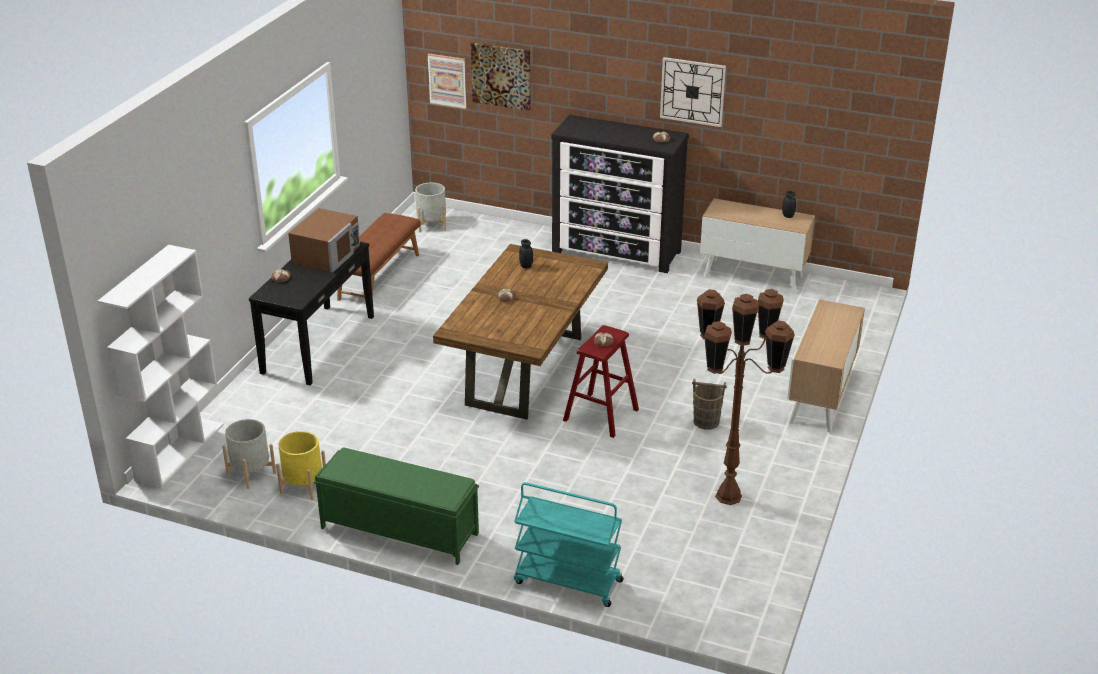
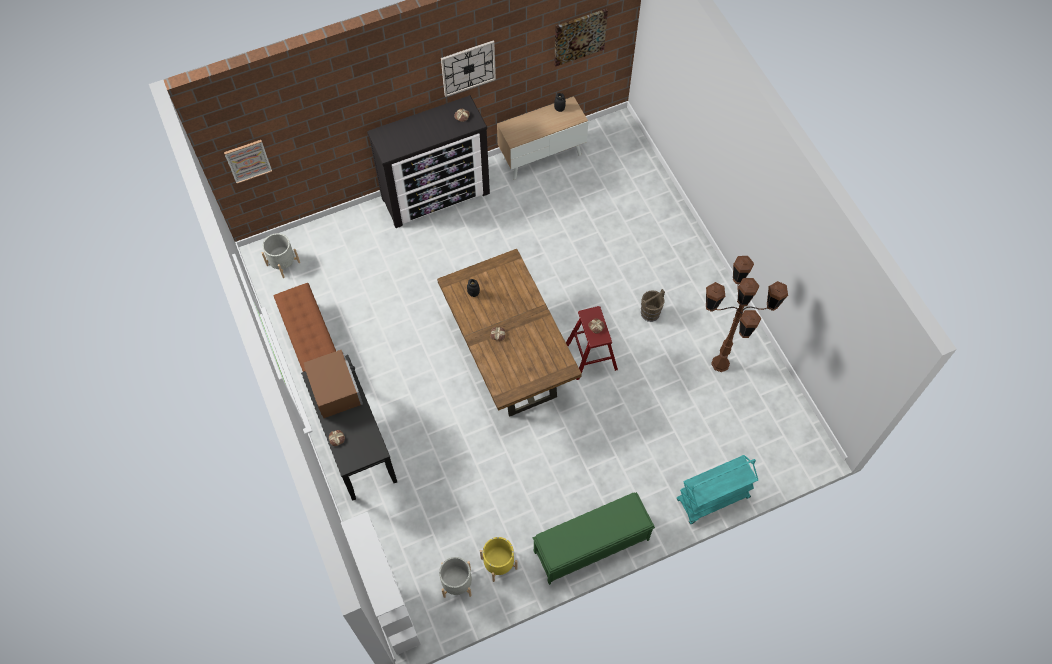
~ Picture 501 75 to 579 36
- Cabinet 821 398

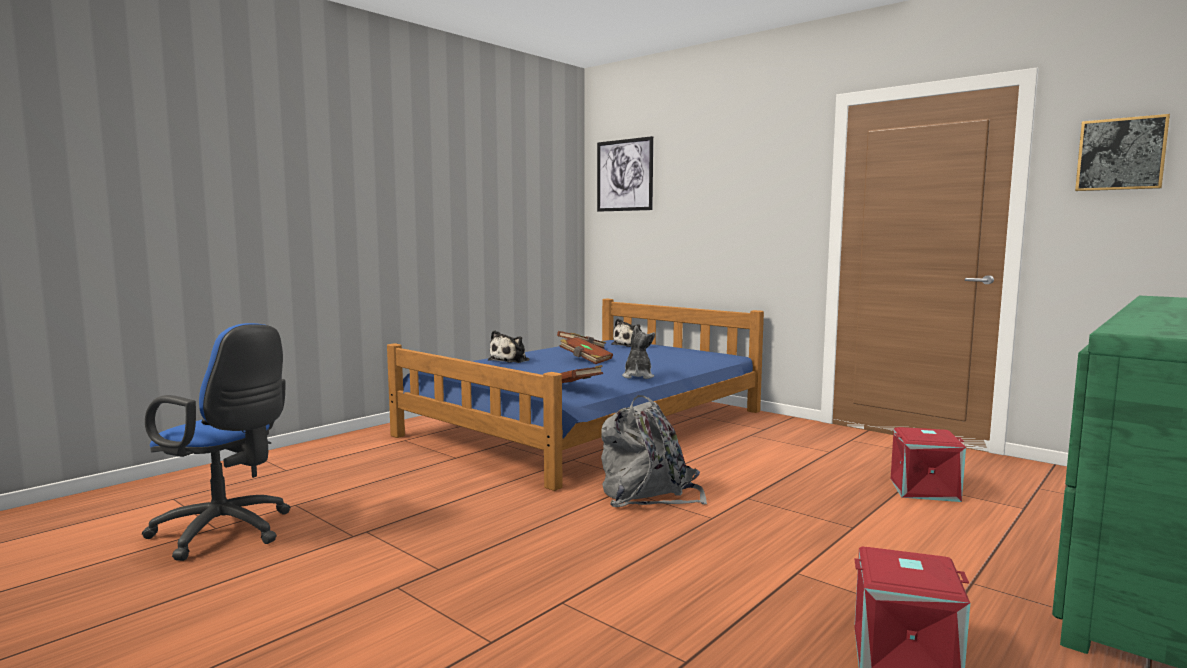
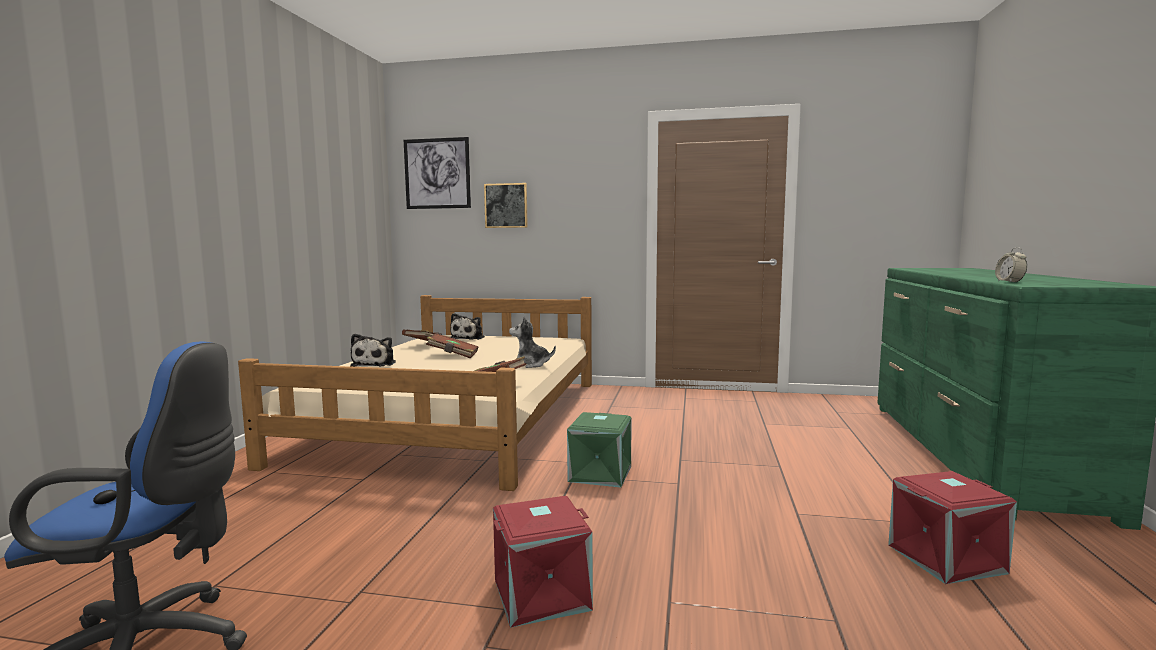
~ BluishBedroomBed 587 423 to BeigeColouredBedroomBed 458 419
~ Picture 1121 154 to 506 205
~ RedColouredStorageBox 924 489 to 542 593
~ SoftToy 637 376 = 530 365 60 degrees counterclockwise
~ GreyishRucksack 649 494 to GreenishStorageBox 601 474
+ AlarmClock 1009 282

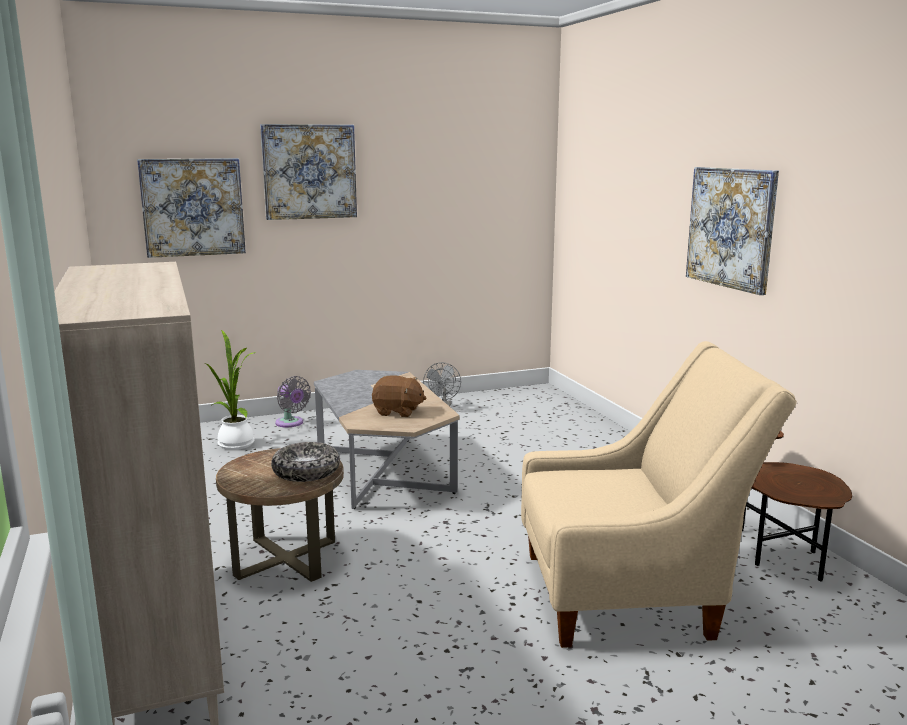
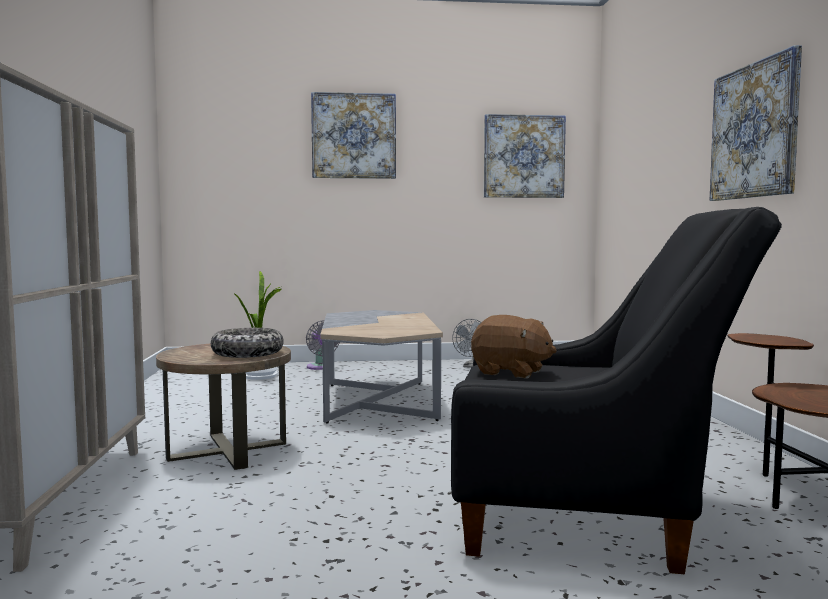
~ BeigeColouredArmchair 632 593 to BlackColouredArmchair 590 516
~ BrownishSoftToy 398 412 to 511 372
~ Picture 193 207 to 523 156

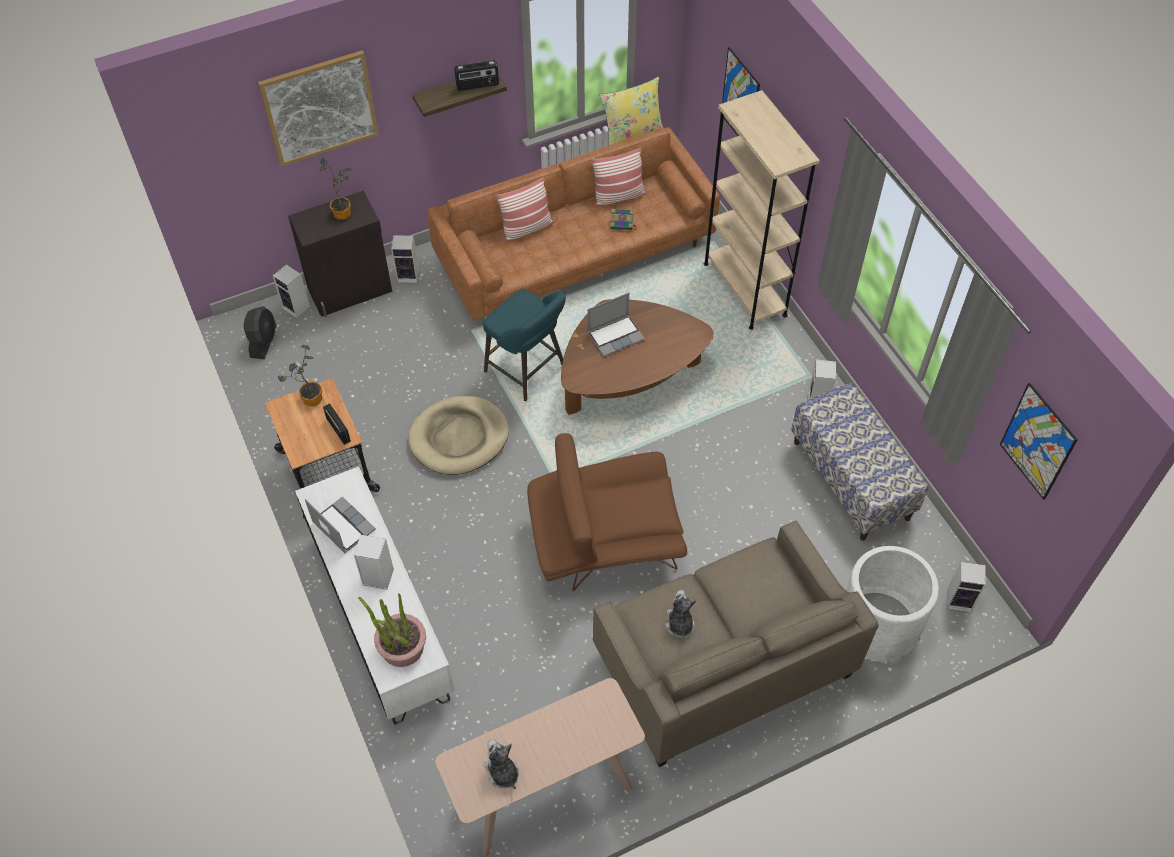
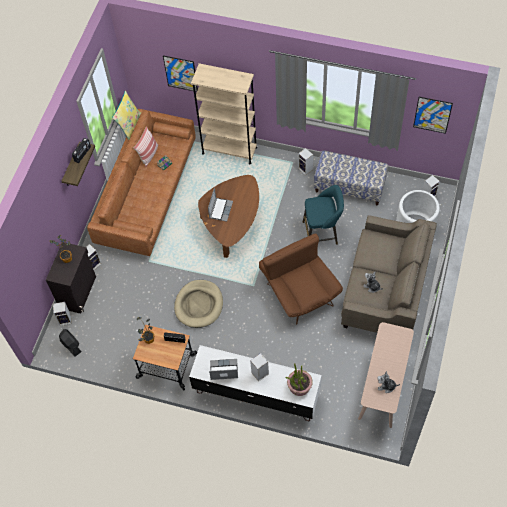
~ BrownishArmchair 605 543 = 298 290 120 degrees clockwise
~ BlueGreenStoolSeat 528 371 to 322 233
- Picture 320 108
- Cushion 526 228

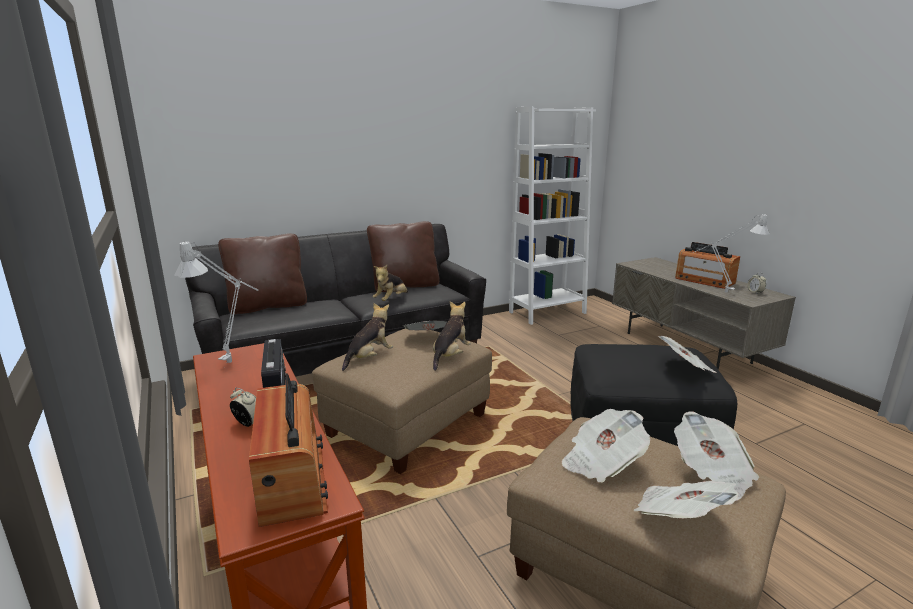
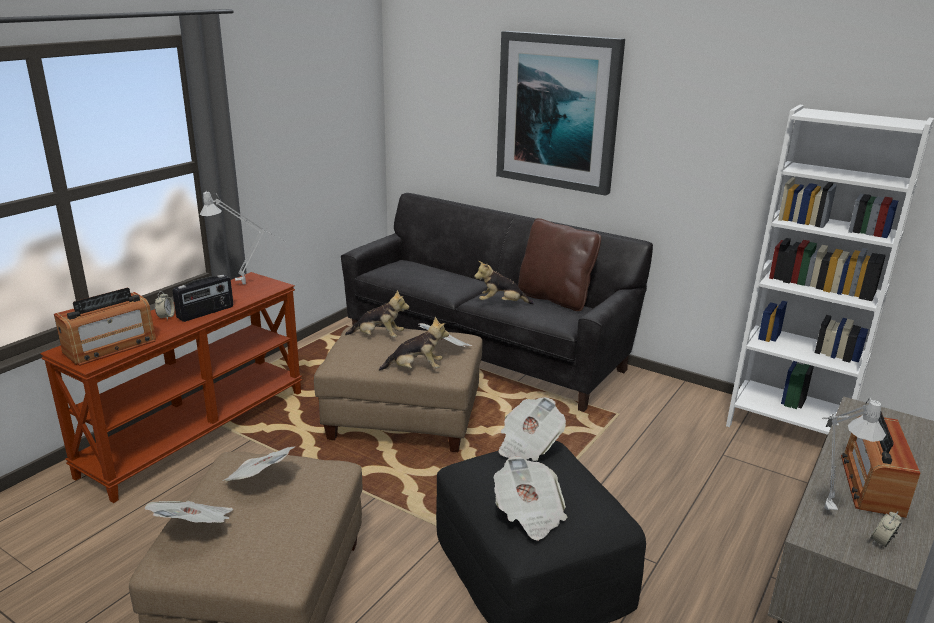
+ Picture 558 111
~ DailyPaper 712 473 to 528 445
- BrownishCushion 268 306

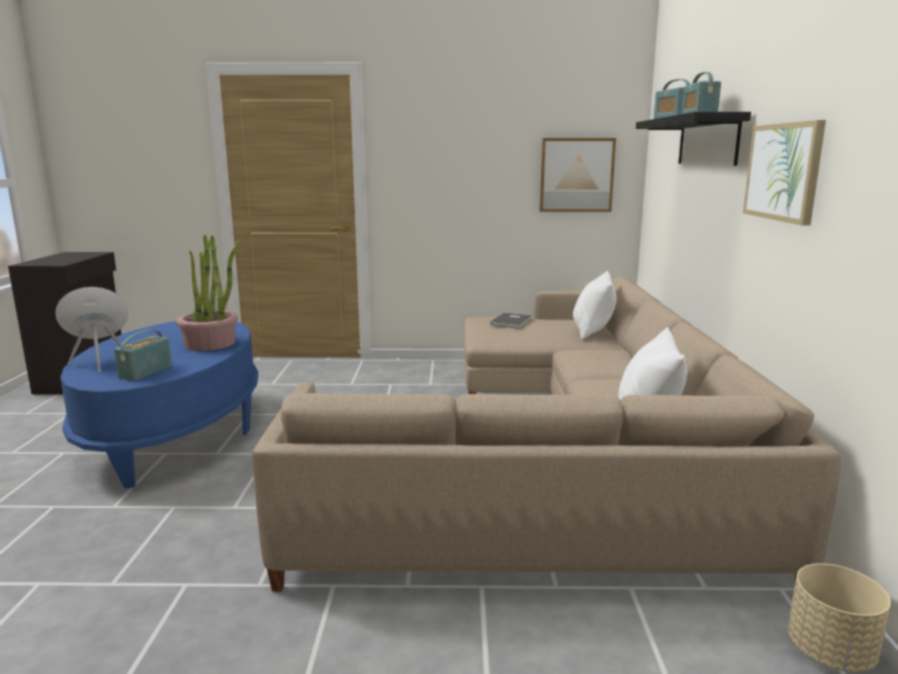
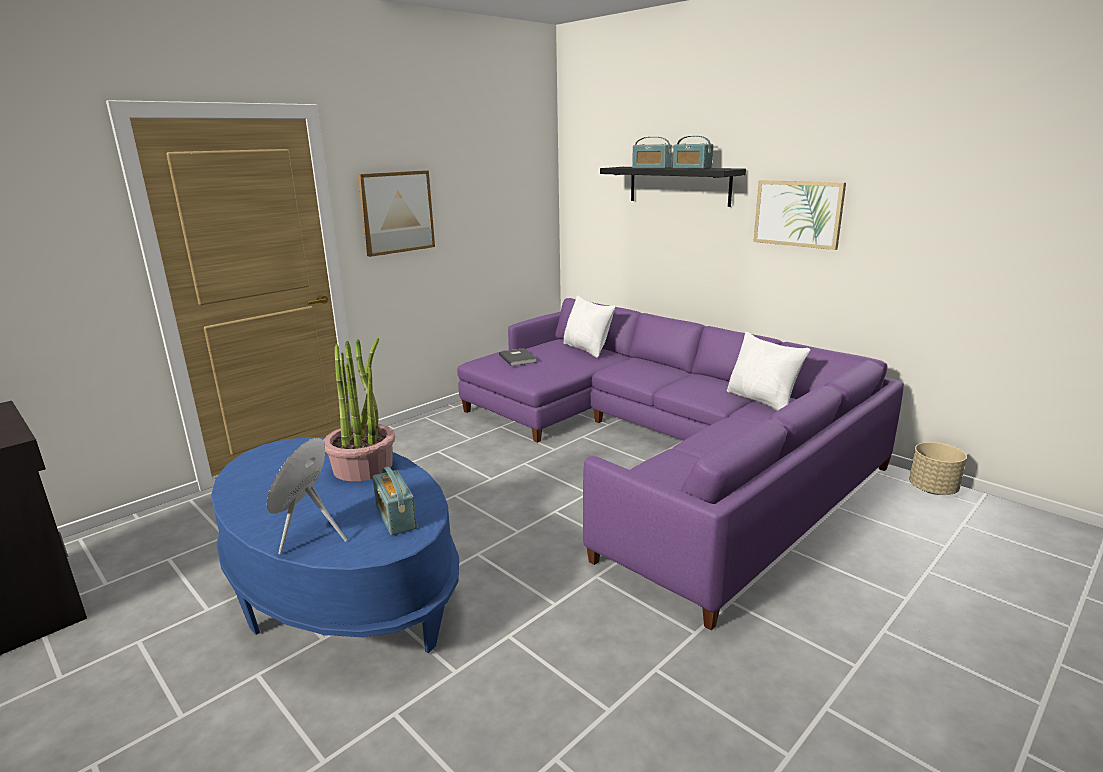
~ Picture 576 175 to 396 212
~ BeigeColouredSofa 563 451 to PurpleSofa 660 448

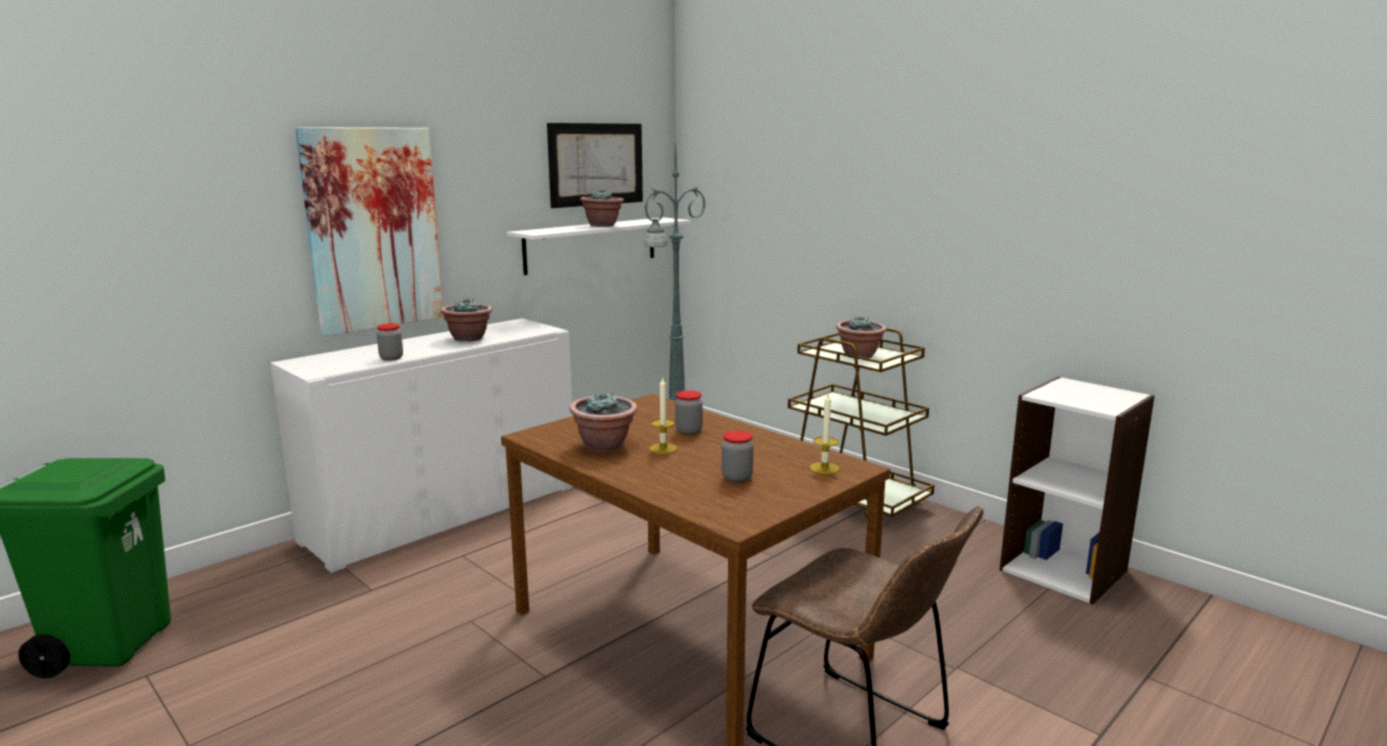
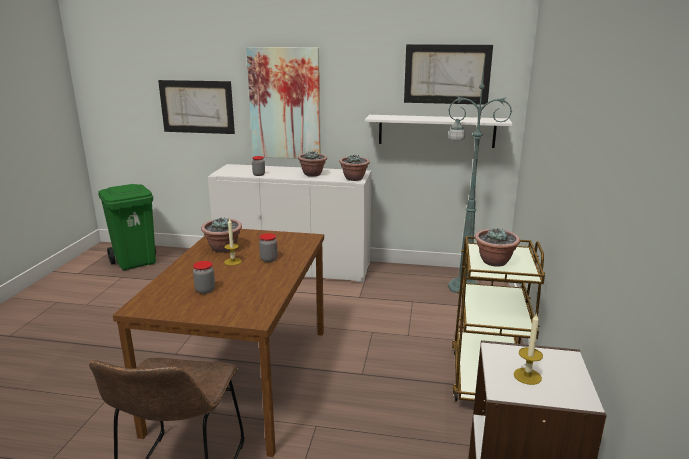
+ Picture 197 107
~ Houseplant 602 225 to 354 178
~ Candle 824 468 to 527 376

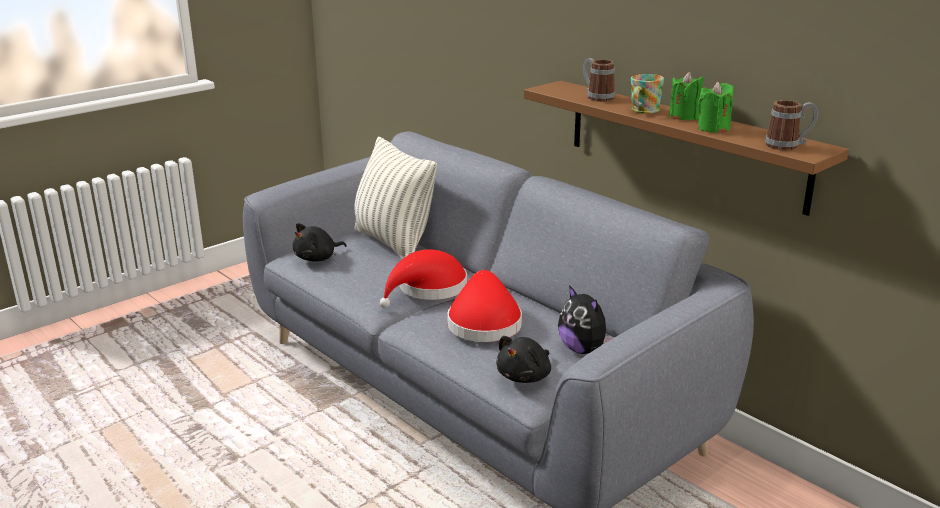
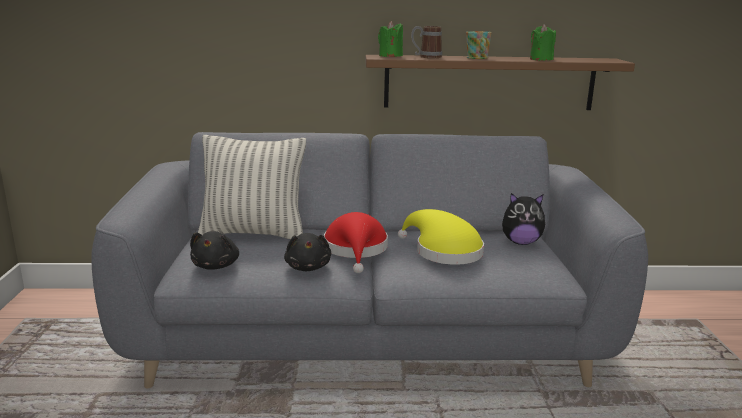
~ BlackColouredSoftToy 525 376 to 308 267
~ GreenishCandle 684 116 to 390 56
~ RedColouredClothingHat 484 322 to YellowColouredClothingHat 443 251
- TeaMug 788 146

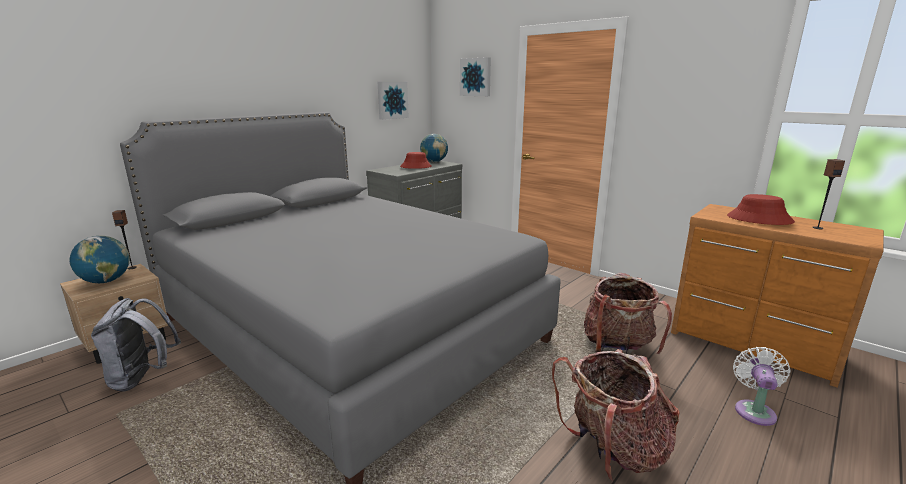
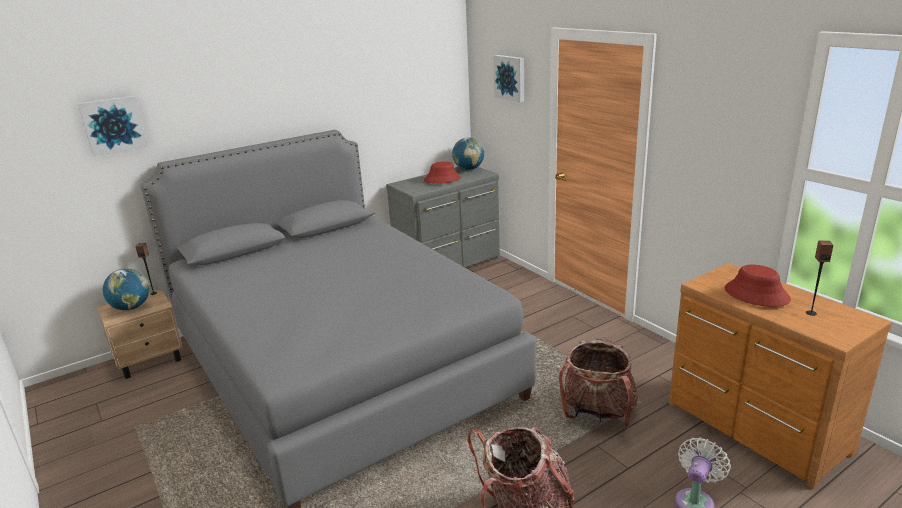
~ Picture 392 100 to 113 125
- GreyishRucksack 143 378

